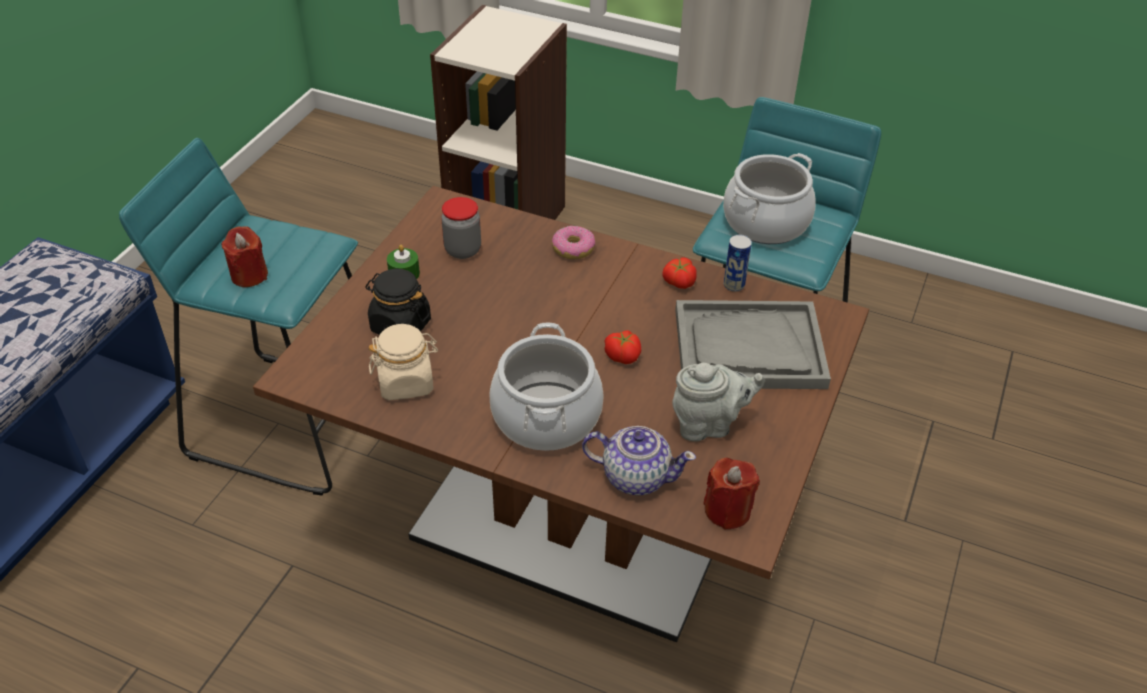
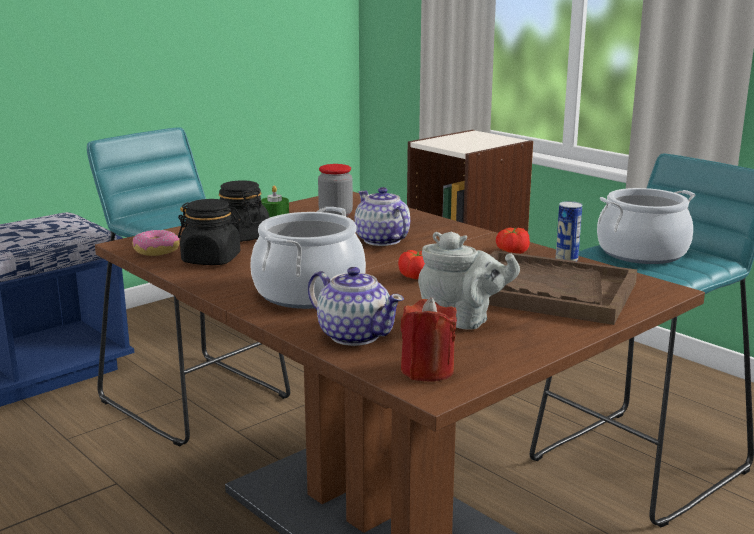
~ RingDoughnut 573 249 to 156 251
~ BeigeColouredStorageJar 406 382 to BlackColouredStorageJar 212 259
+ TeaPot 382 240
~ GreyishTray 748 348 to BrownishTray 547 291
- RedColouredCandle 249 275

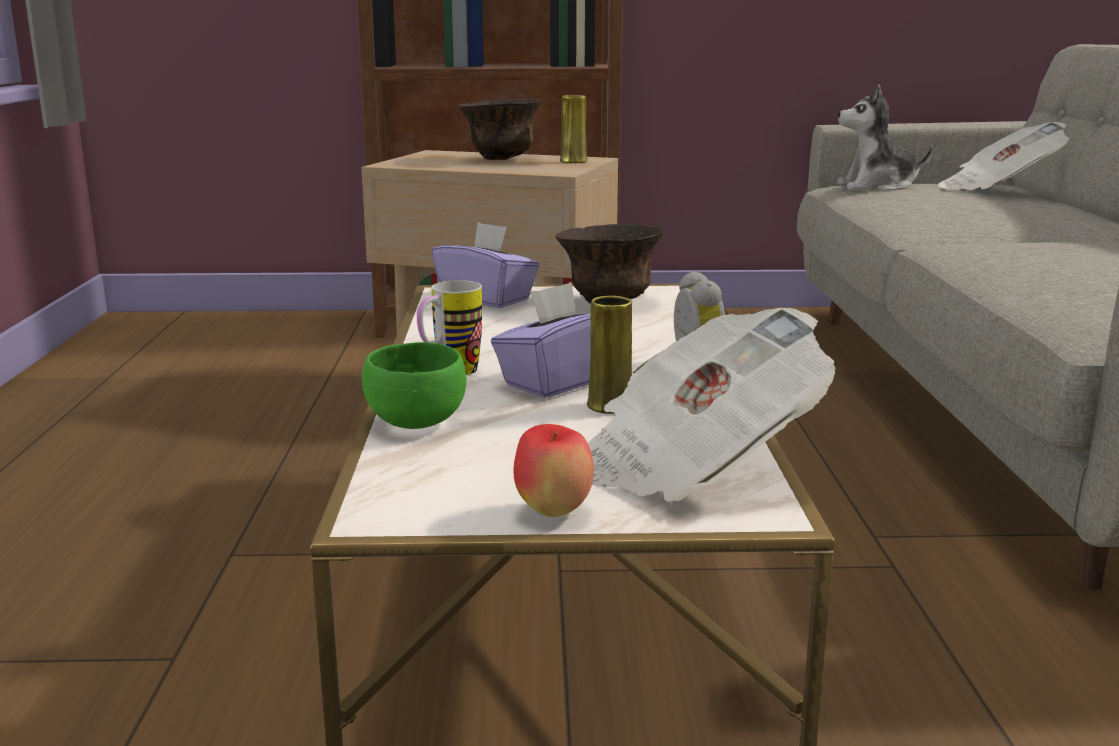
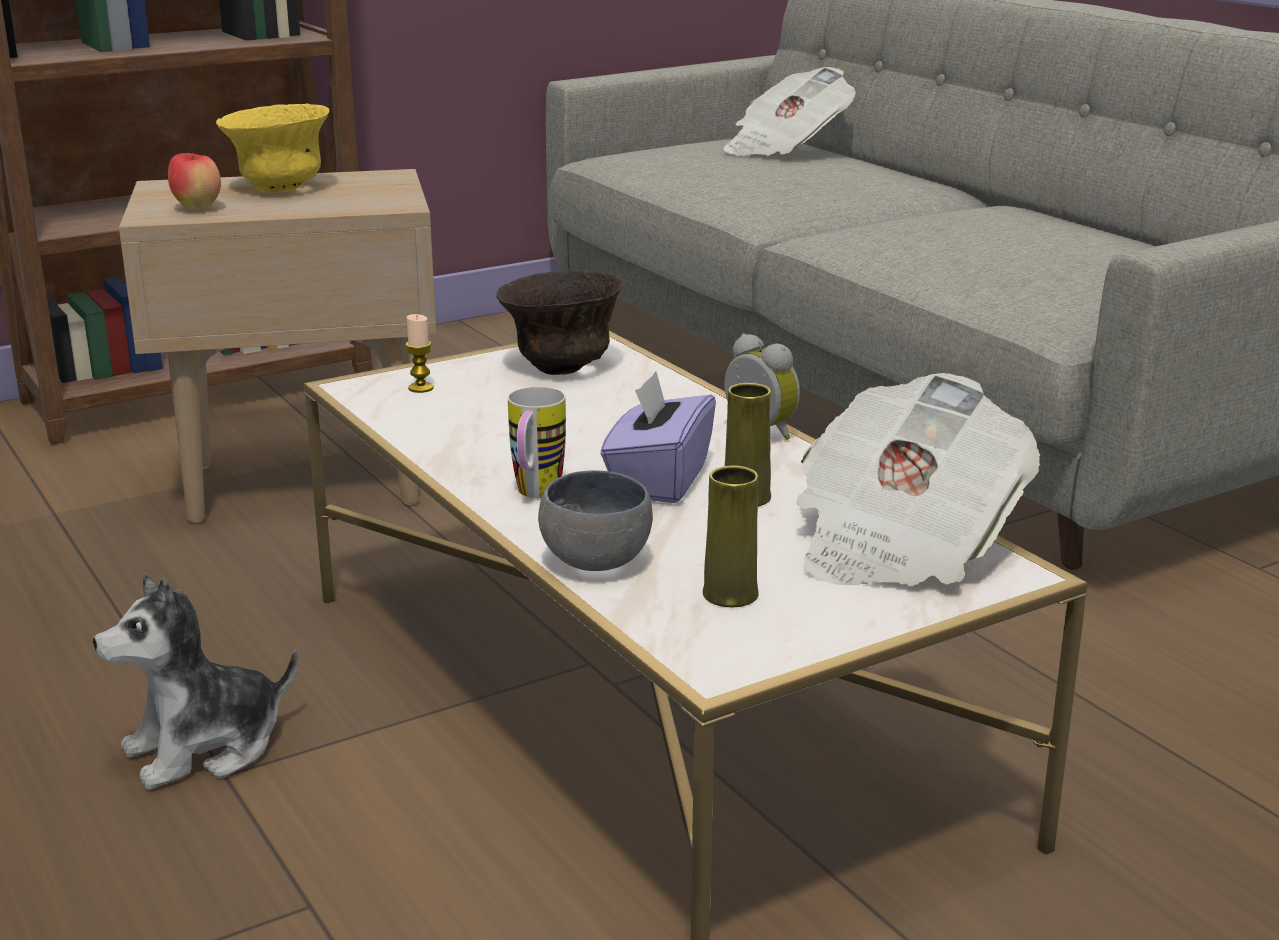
~ SoftToy 877 187 to 204 748
~ WholeApple 554 511 to 197 208
~ BrownishServingBowl 501 159 to YellowColouredServingBowl 280 189
~ PurpleBoxOfTissues 487 298 to Candle 421 388
~ GreenishServingBowl 418 424 to GreyishServingBowl 600 562
~ YellowColouredFlowerVase 573 161 to 730 595

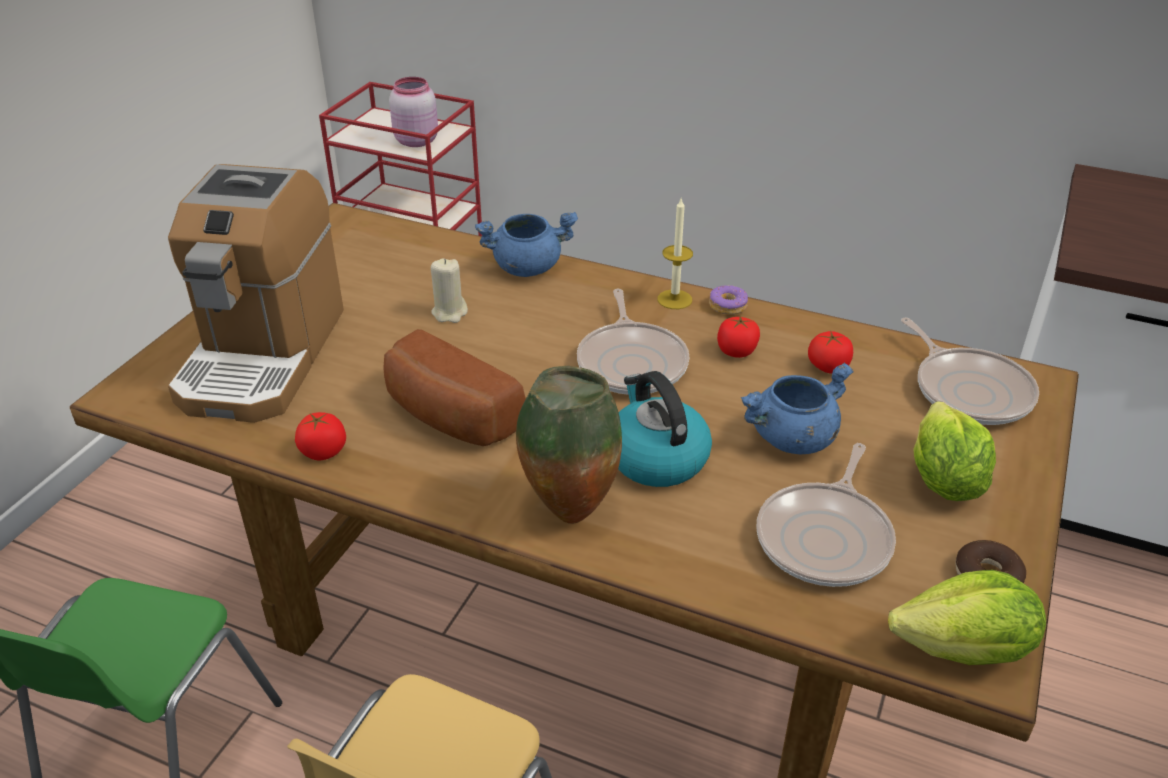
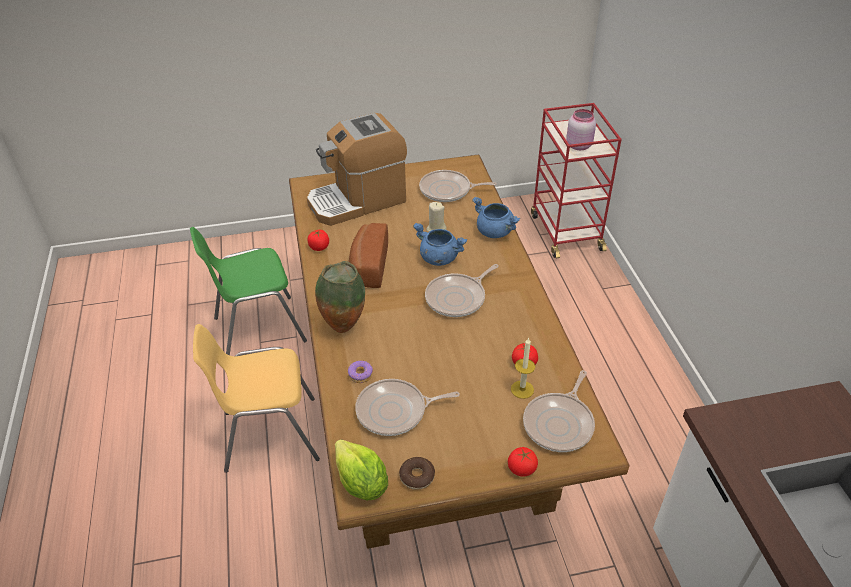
~ RingDoughnut 728 306 to 361 375
~ BluishStockpot 792 439 to 438 258
+ FryingPan 448 190
~ Tomato 736 351 to 521 469
~ Candle 674 299 to 522 389
- Kettle 656 458
- LettuceHead 943 480

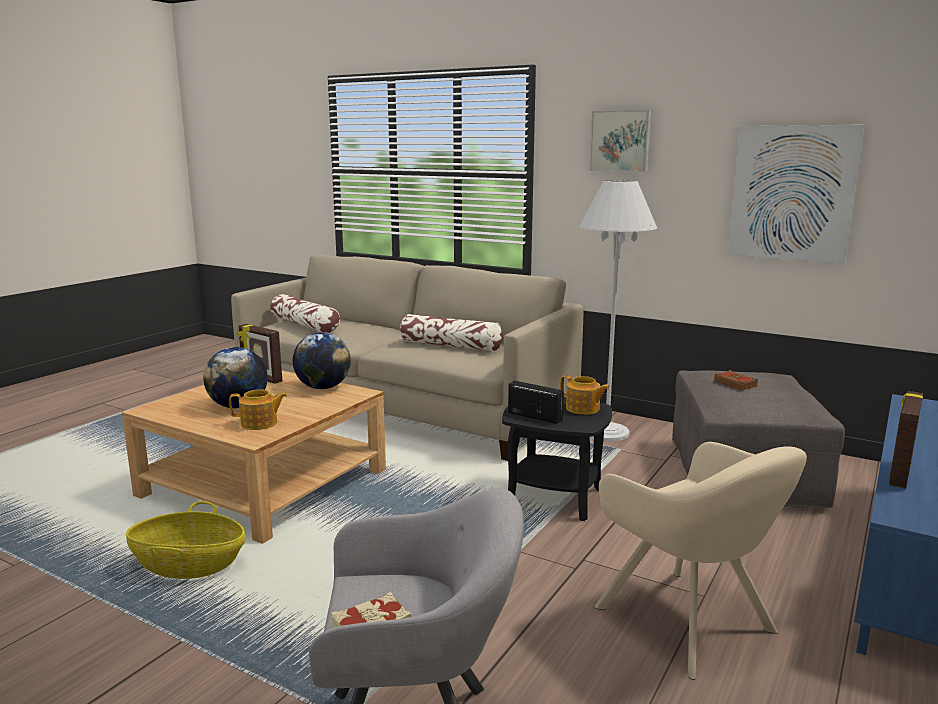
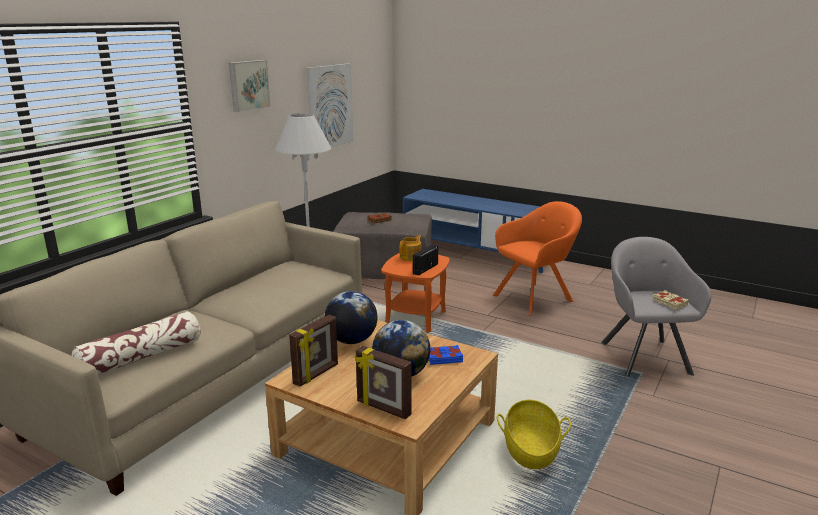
~ PictureFrame 898 473 to 383 408
~ BlackColouredAccentTable 554 498 to OrangeyAccentTable 415 318
~ TeaPot 260 423 to BluishBoundBook 444 358
~ BeigeColouredArmchair 690 623 to OrangeyArmchair 535 297
- Cushion 451 345

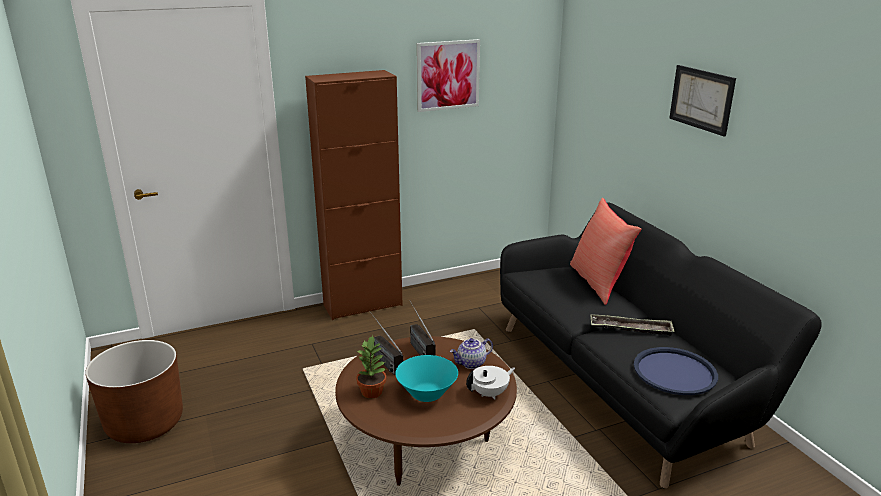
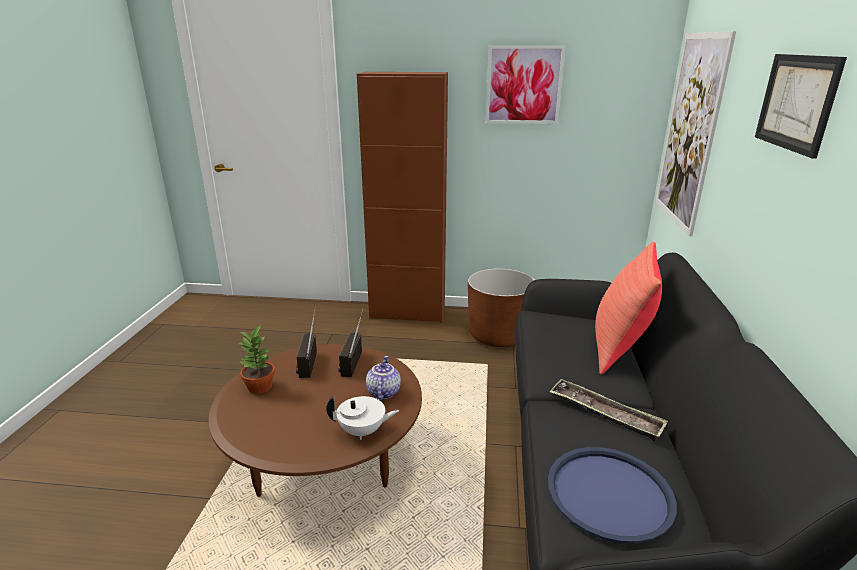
~ TeaPot 471 364 = 382 392 90 degrees clockwise
~ BrownishFlowerPot 145 423 to 498 335
+ Picture 690 131
- BlueGreenServingBowl 427 394

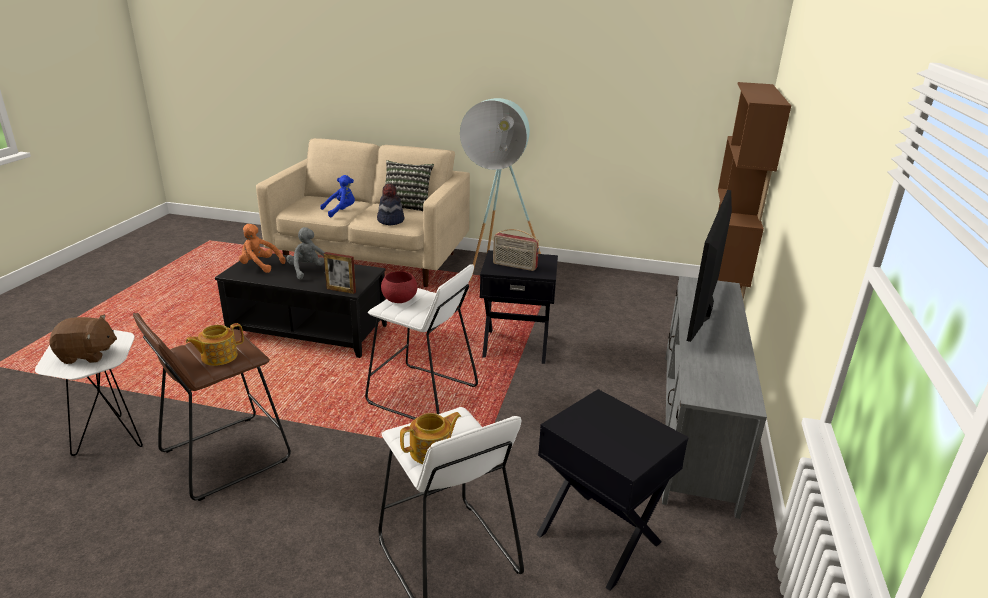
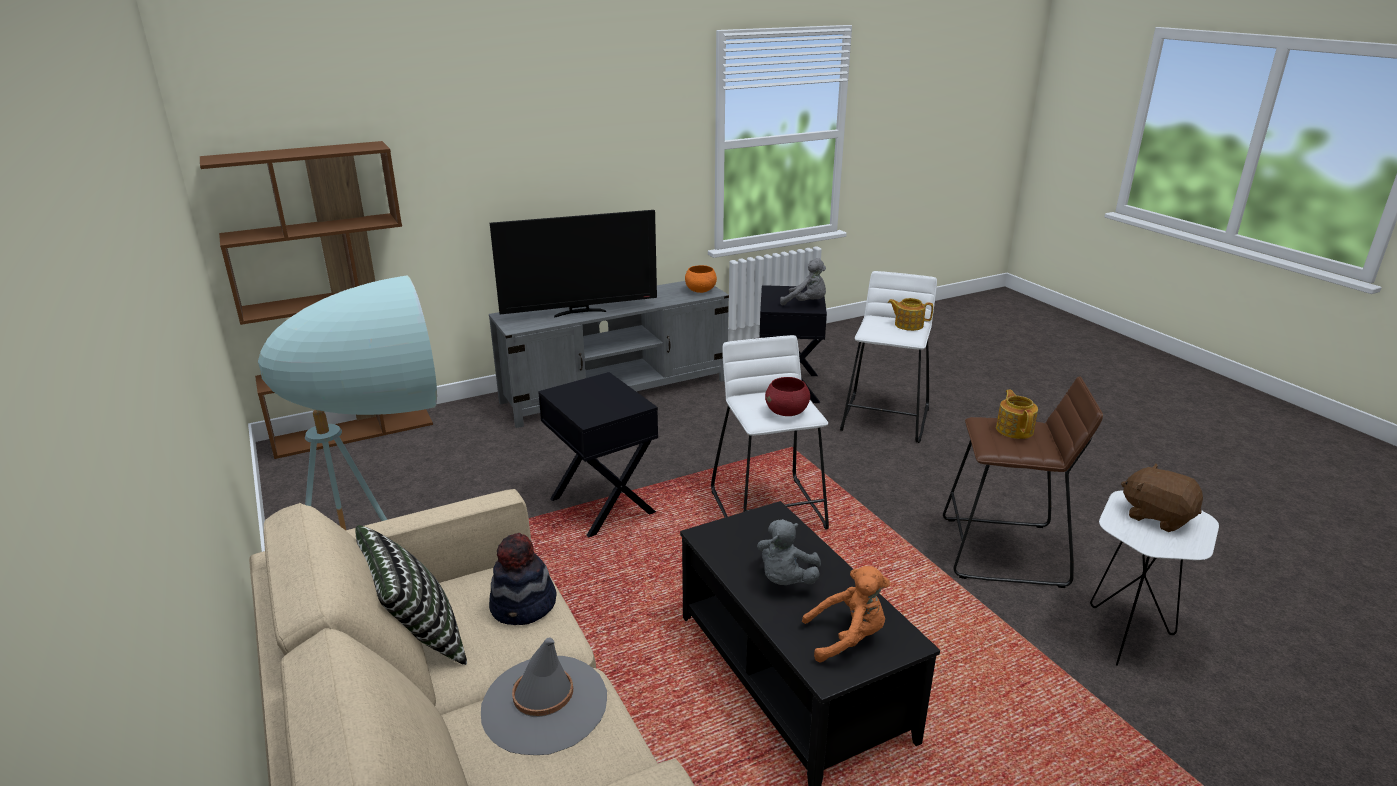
~ BluishSoftToy 341 211 to GreyishClothingHat 544 705
+ OrangeyServingBowl 700 291
+ GreyishSoftToy 806 303
~ OrangeySoftToy 259 266 = 848 638 75 degrees counterclockwise
~ TeaPot 218 357 = 1014 429 105 degrees counterclockwise
- PictureFrame 341 290
- Radio 514 266

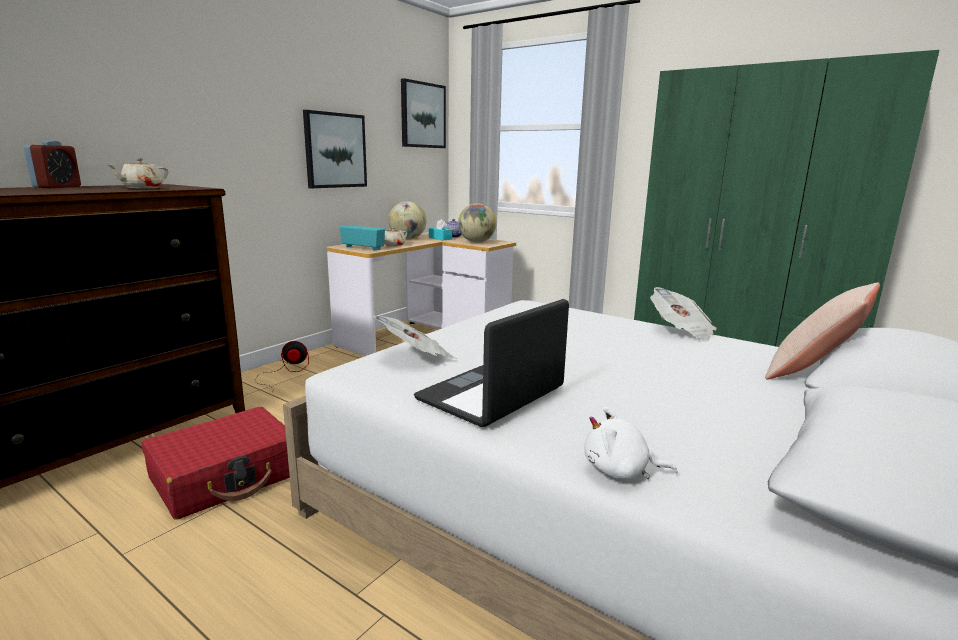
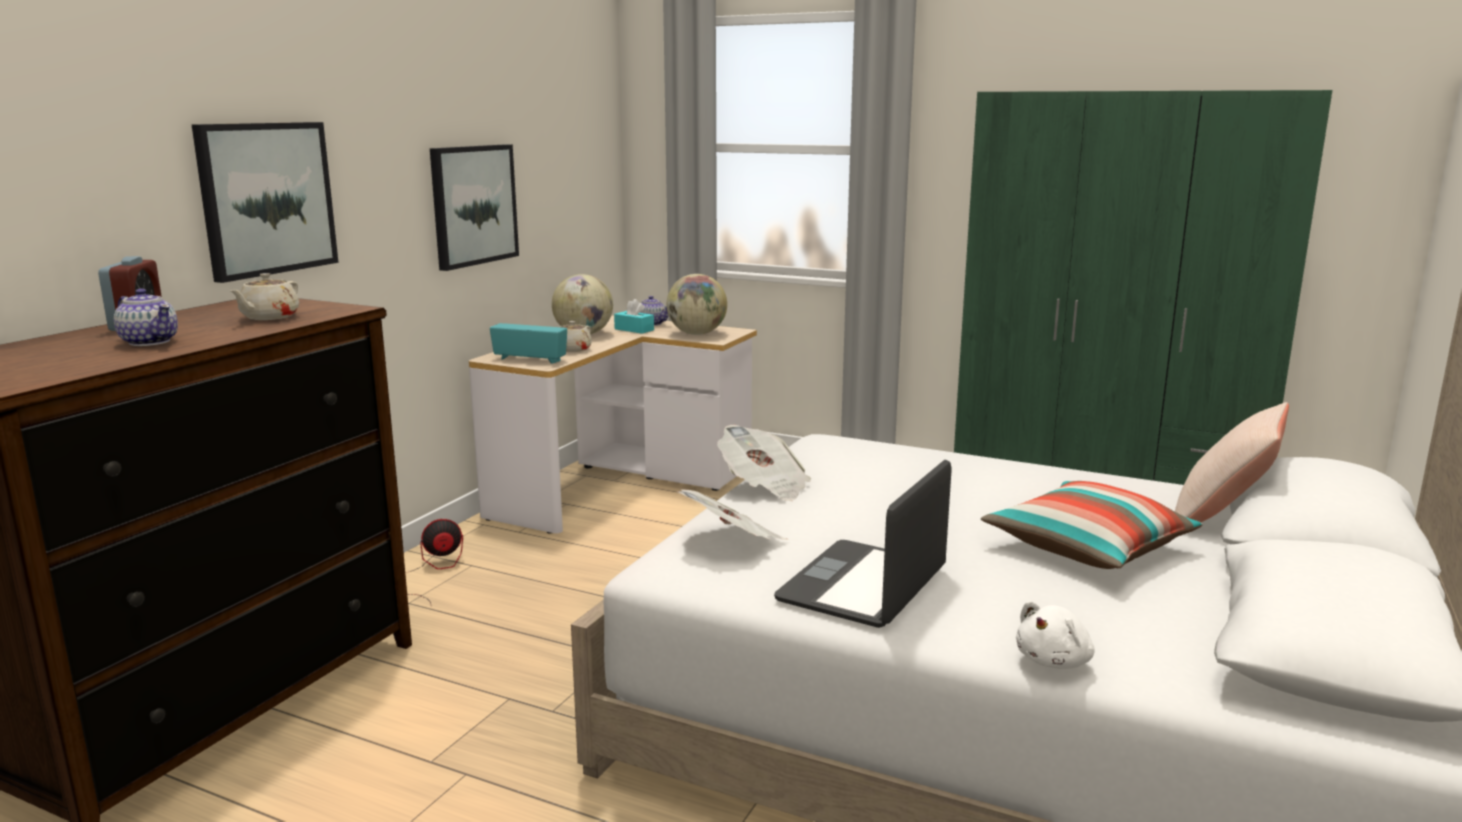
+ TeaPot 149 341
~ Picture 422 115 to 266 198
~ DailyPaper 681 331 to 764 486
+ Cushion 1088 548
~ WhiteSoftToy 620 471 = 1055 661 45 degrees counterclockwise
- RedColouredSuitcase 227 476

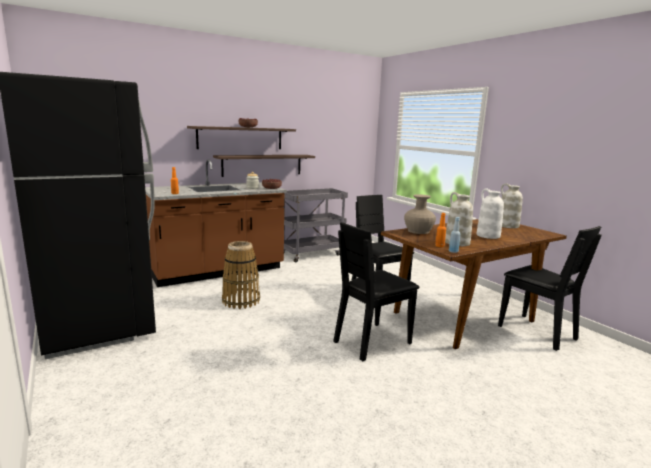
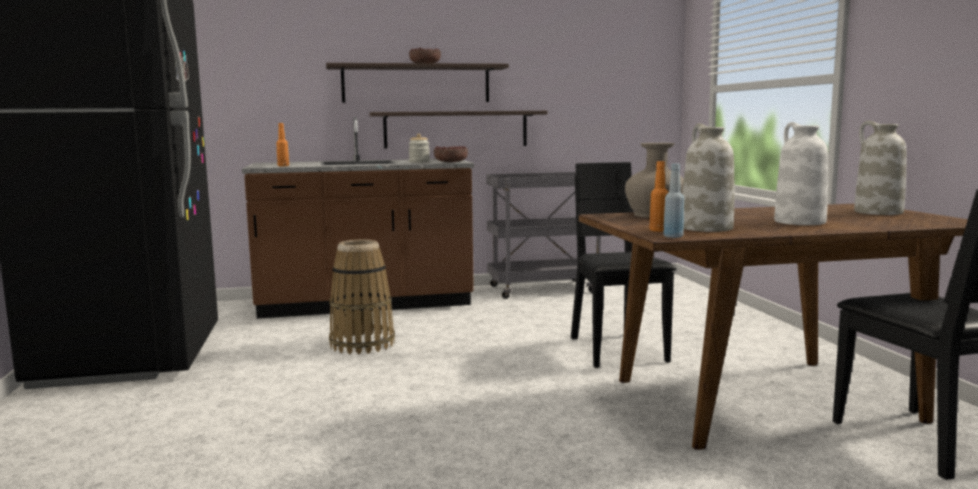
- BlackColouredPlainChair 372 341

